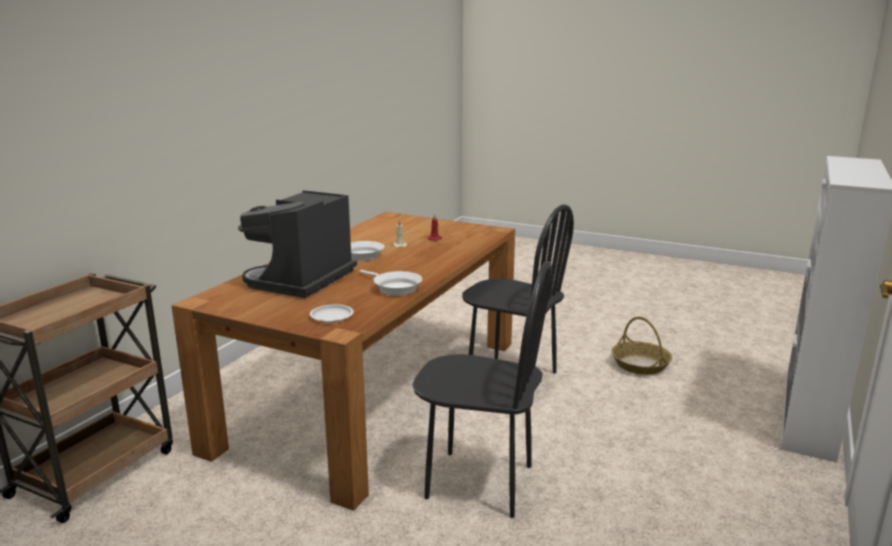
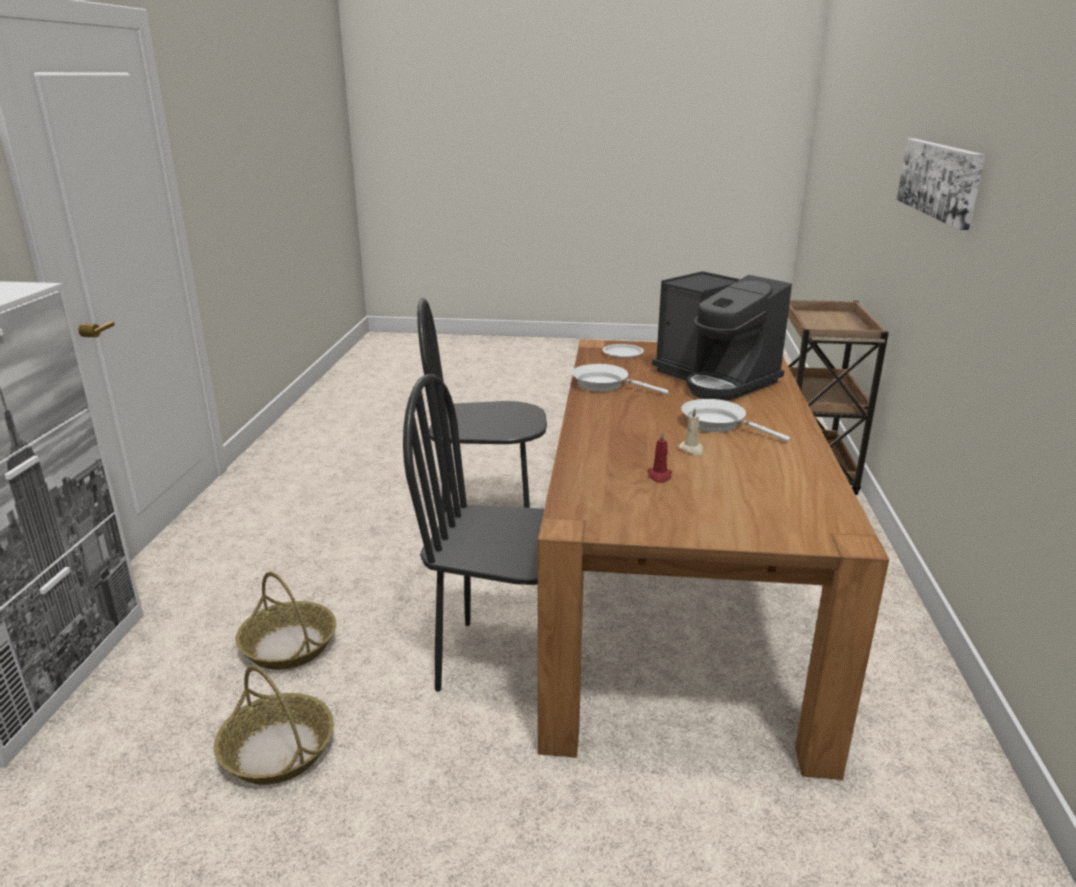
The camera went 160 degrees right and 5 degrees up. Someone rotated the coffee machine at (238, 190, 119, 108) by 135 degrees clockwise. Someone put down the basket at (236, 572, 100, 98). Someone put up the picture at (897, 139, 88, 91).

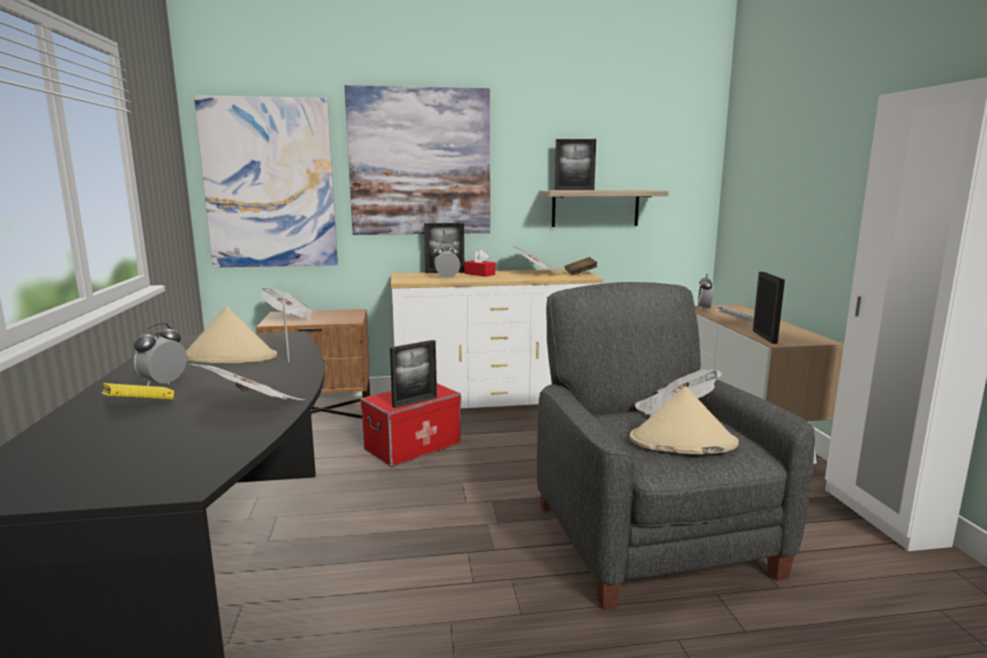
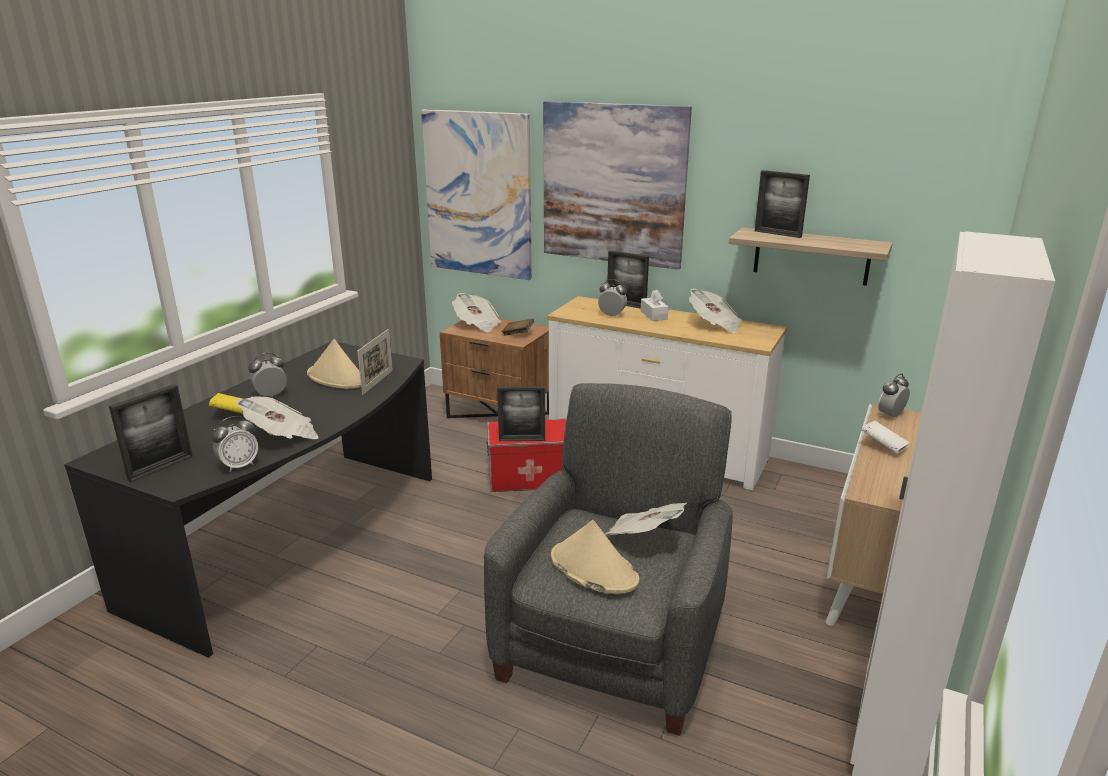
The camera went 35 degrees right and 10 degrees up. Someone repainted the tissue box (red) at (464, 250, 31, 27), which became the tissue box (white) at (641, 289, 27, 32). Someone carried the book (brown) from (565, 257, 33, 18) to (502, 318, 32, 18). Someone carried the picture frame from (753, 272, 32, 72) to (109, 384, 84, 98). Someone put down the alarm clock at (212, 416, 46, 56).

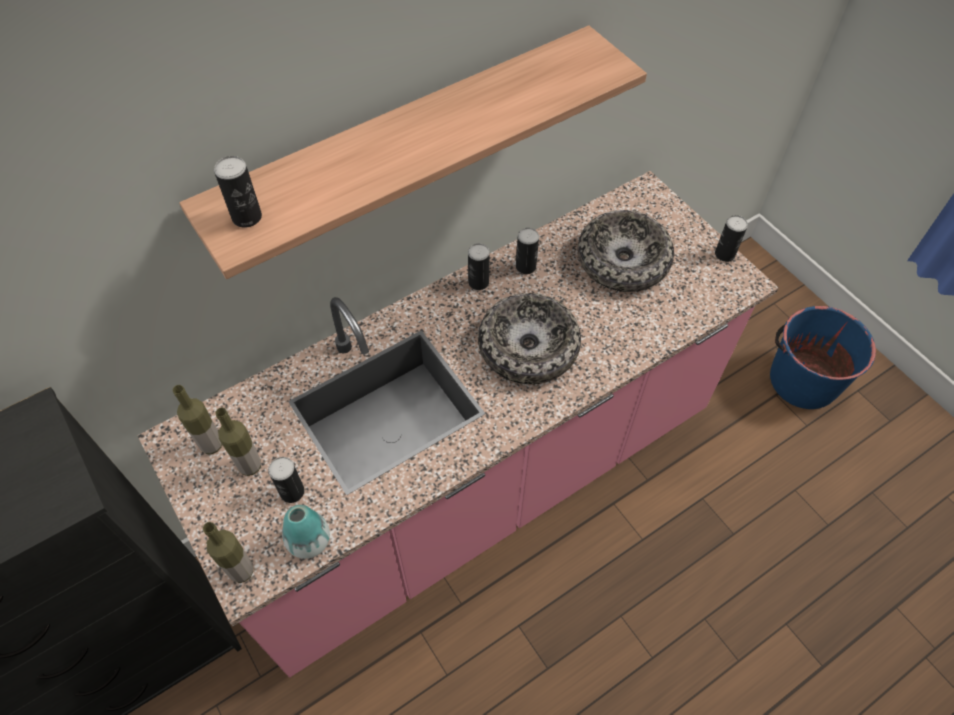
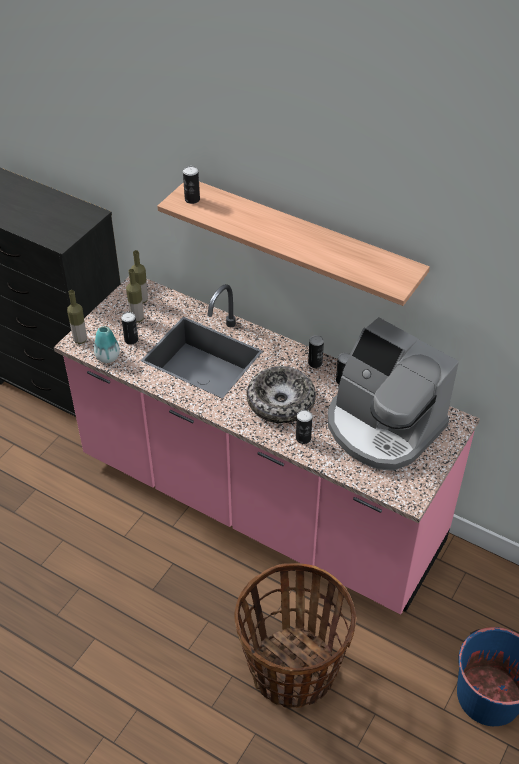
The camera went 65 degrees right and 10 degrees down. Someone swapped the bowl at (578, 210, 96, 82) for the coffee machine at (328, 317, 131, 154). Someone carried the can from (715, 215, 33, 47) to (296, 410, 16, 34). Someone put down the basket at (234, 563, 122, 145).

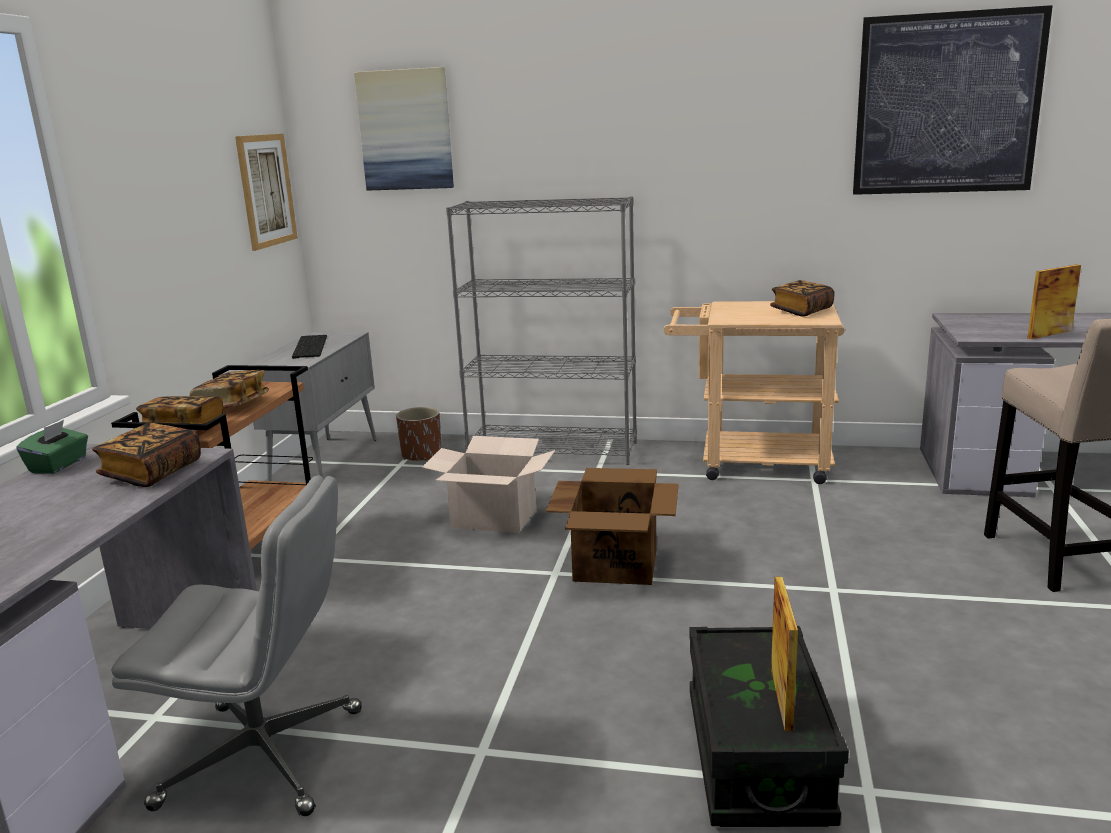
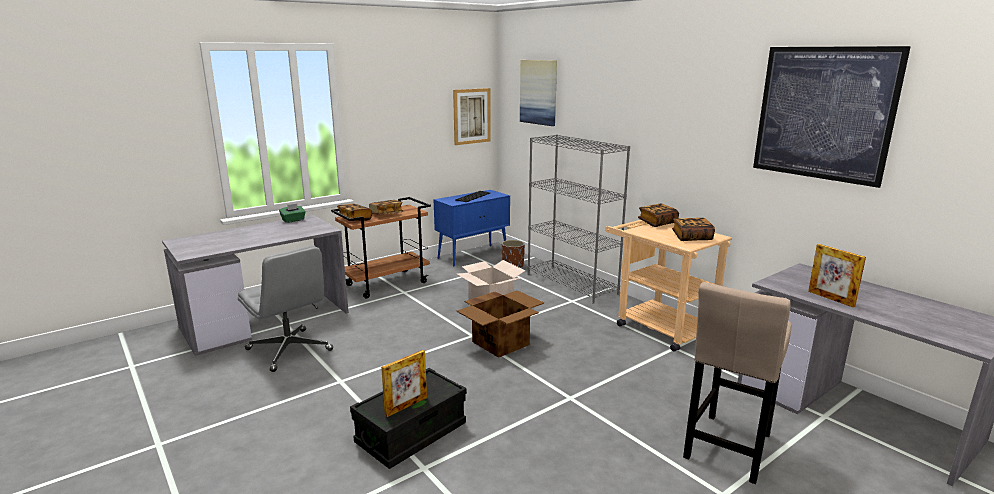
The camera went 40 degrees right and 0 degrees up. Someone carried the book from (92, 423, 109, 64) to (638, 203, 41, 24). Someone repainted the cabinet (grey) at (248, 332, 129, 149), which became the cabinet (blue) at (433, 190, 77, 77). Someone rotated the picture frame at (1028, 264, 53, 75) by 135 degrees counterclockwise.

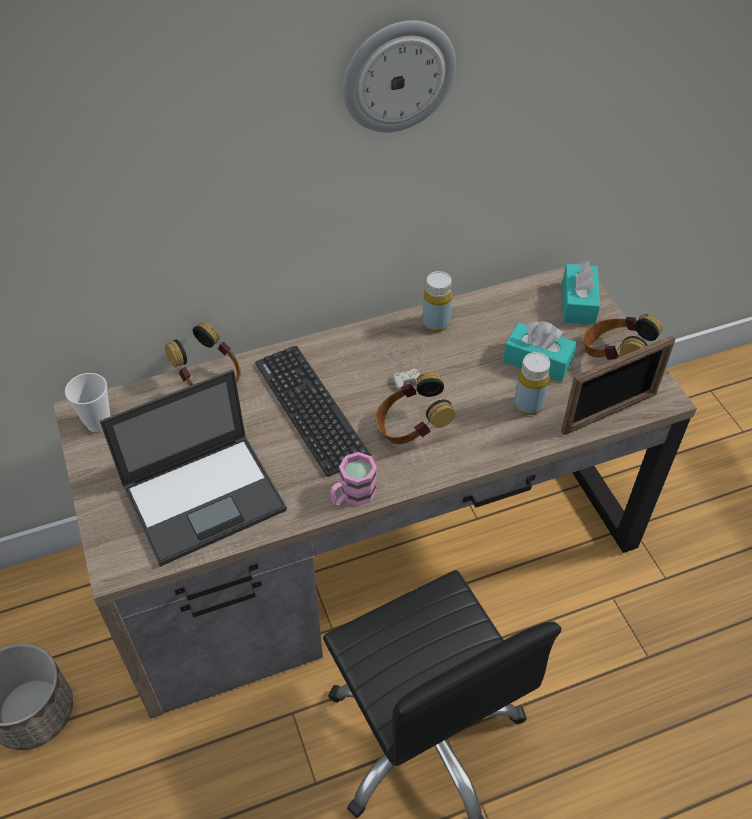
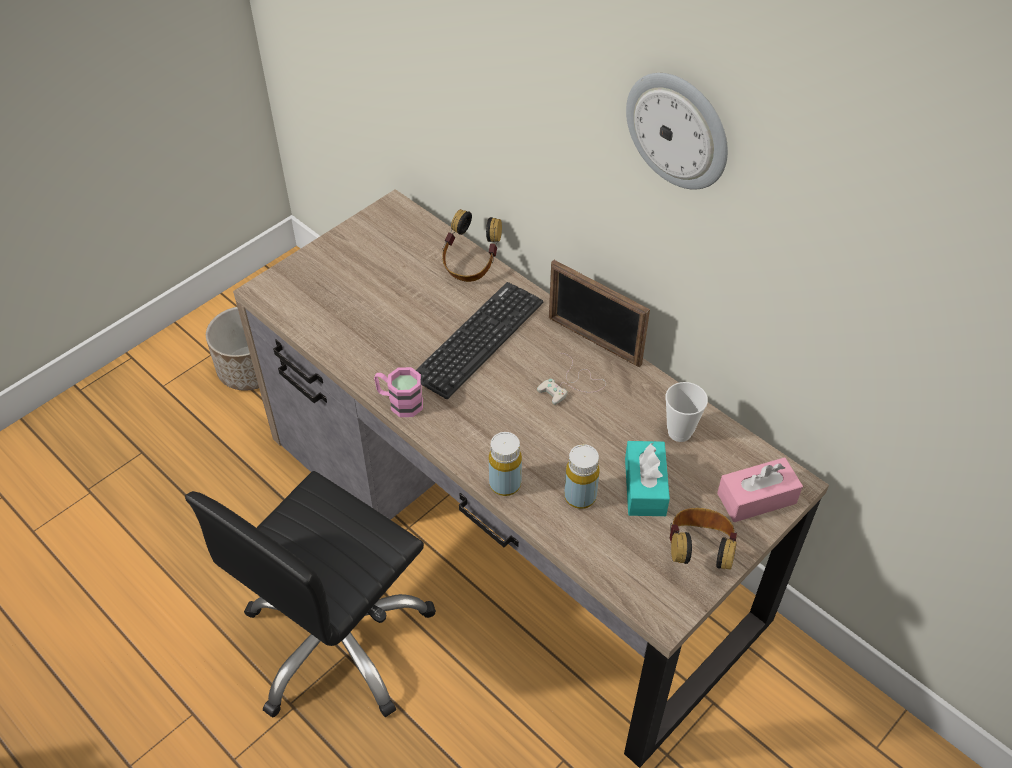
The camera went 65 degrees right and 0 degrees up. Someone carried the cup from (65, 373, 45, 59) to (665, 382, 43, 60). Someone took away the laptop at (100, 370, 187, 196). Someone took away the headphones at (375, 372, 80, 72). Someone carried the bottle (yellow) from (423, 271, 29, 61) to (489, 432, 33, 64). Someone carried the picture frame from (561, 335, 115, 100) to (549, 260, 101, 107). Someone repainted the tissue box (turquoise) at (562, 261, 38, 64), which became the tissue box (pink) at (717, 457, 86, 65).

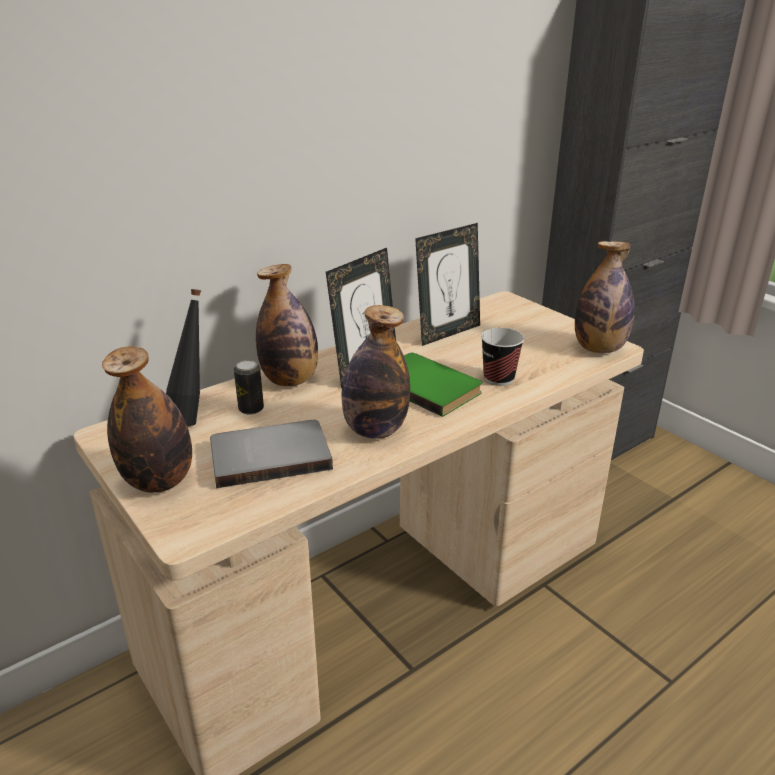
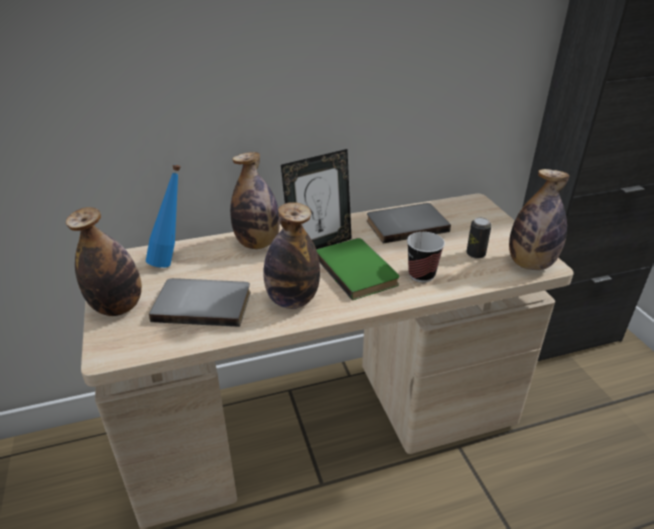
The camera went 20 degrees right and 5 degrees up. Someone repainted the bottle (black) at (166, 289, 35, 137), which became the bottle (blue) at (146, 165, 35, 103). Someone carried the can from (234, 360, 30, 55) to (466, 217, 26, 42). Someone swapped the picture frame at (415, 223, 65, 123) for the book (grey) at (367, 203, 84, 41).

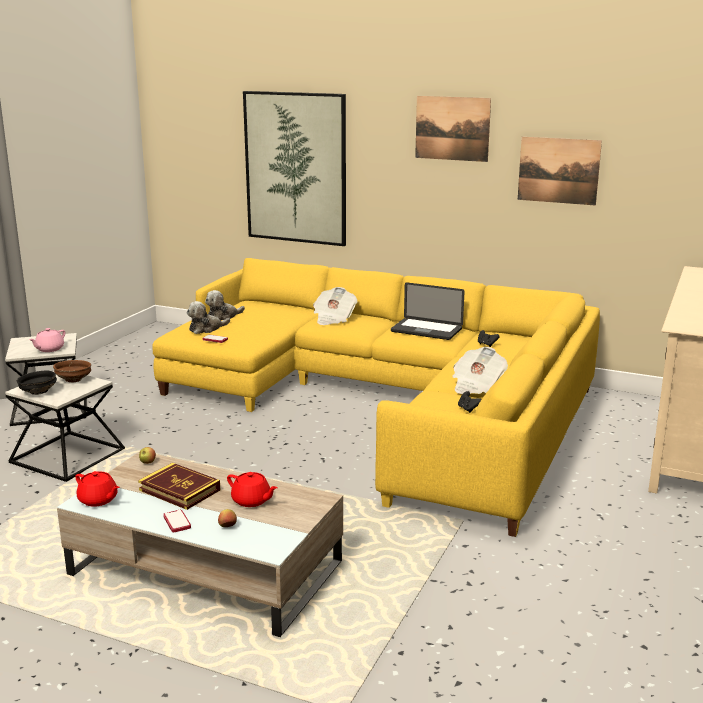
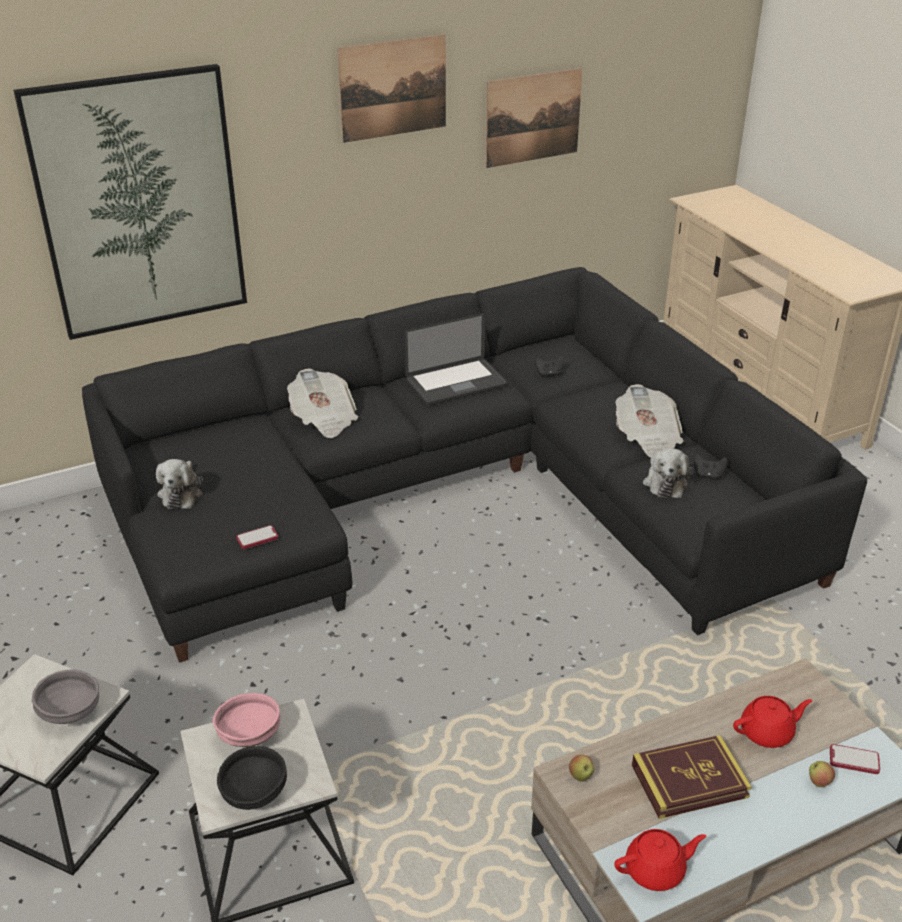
The camera went 50 degrees left and 15 degrees up. Someone swapped the teapot (pink) at (29, 328, 36, 24) for the bowl (grey) at (32, 670, 67, 54). Someone repainted the bowl (brown) at (53, 360, 38, 22), which became the bowl (pink) at (213, 693, 67, 54). Someone repainted the sofa (yellow) at (152, 258, 448, 279), which became the sofa (black) at (82, 267, 785, 396). Someone carried the phone from (163, 510, 28, 22) to (830, 744, 50, 30). Someone carried the plush toy from (187, 301, 43, 33) to (643, 448, 51, 50).

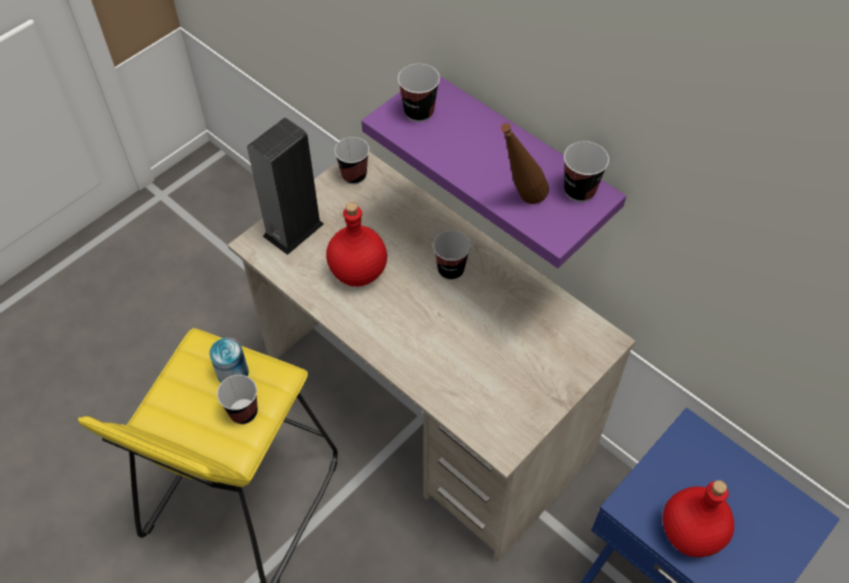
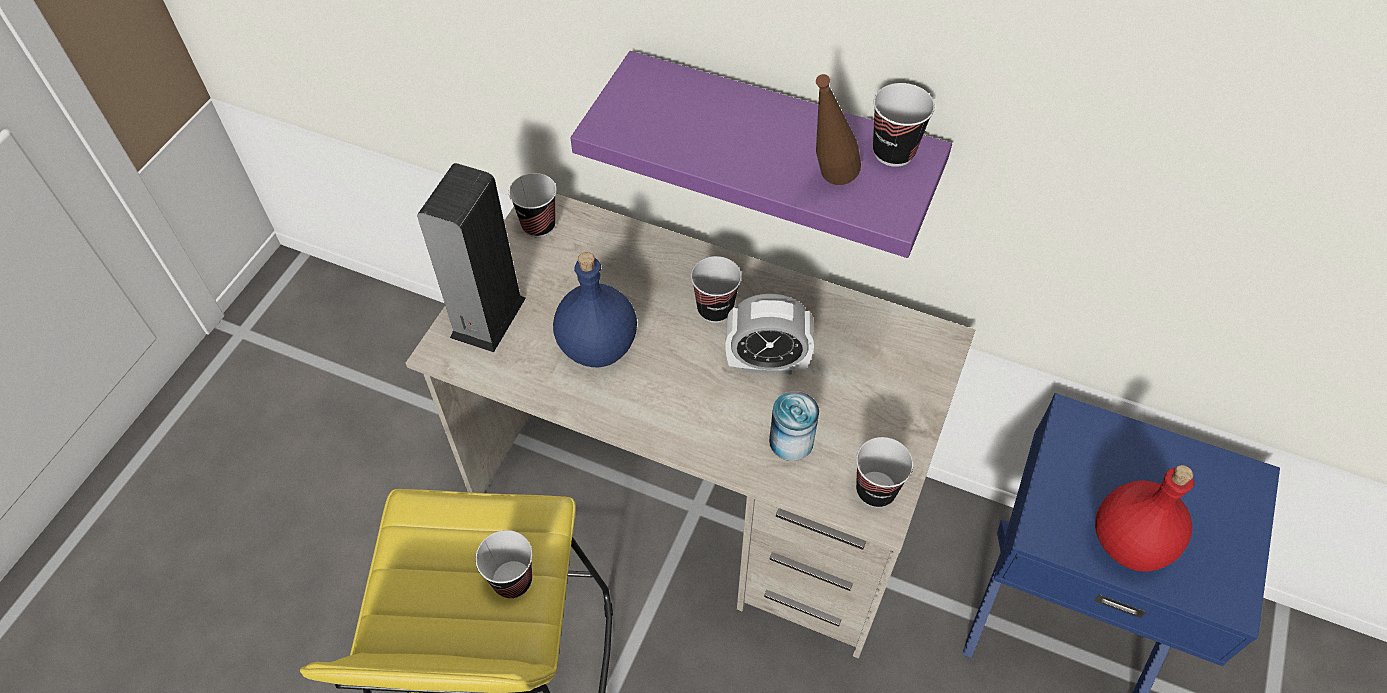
The camera went 20 degrees left and 0 degrees up. Someone carried the can from (209, 338, 40, 45) to (769, 391, 50, 70). Someone repainted the bottle (red) at (326, 202, 61, 85), which became the bottle (blue) at (553, 252, 84, 115). Someone carried the cup from (398, 64, 42, 58) to (856, 437, 57, 70). Someone put down the alarm clock at (725, 294, 89, 80).

